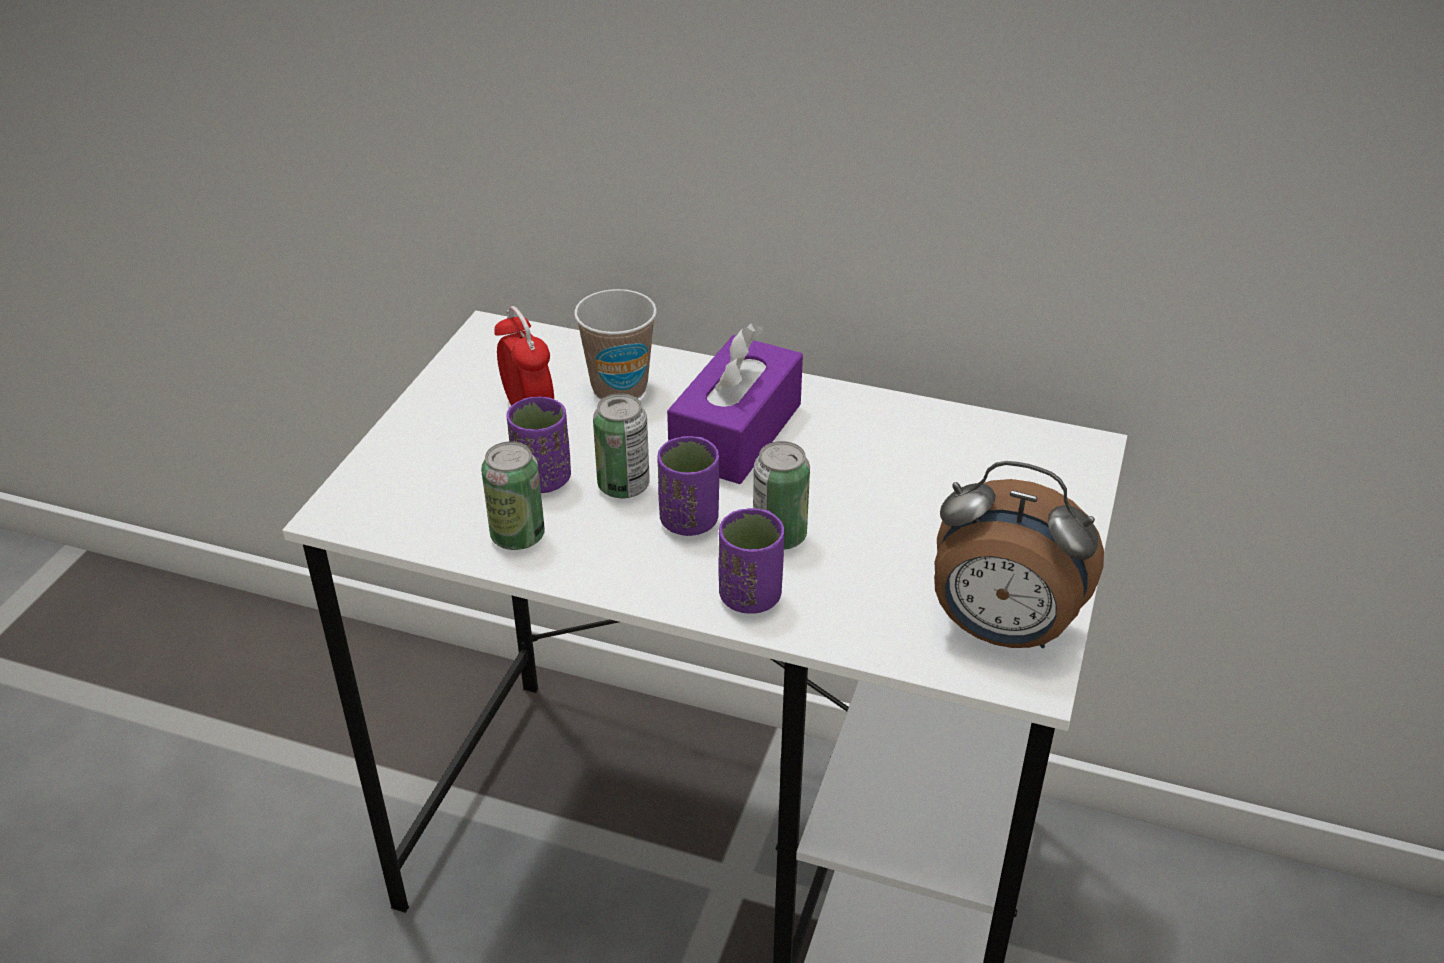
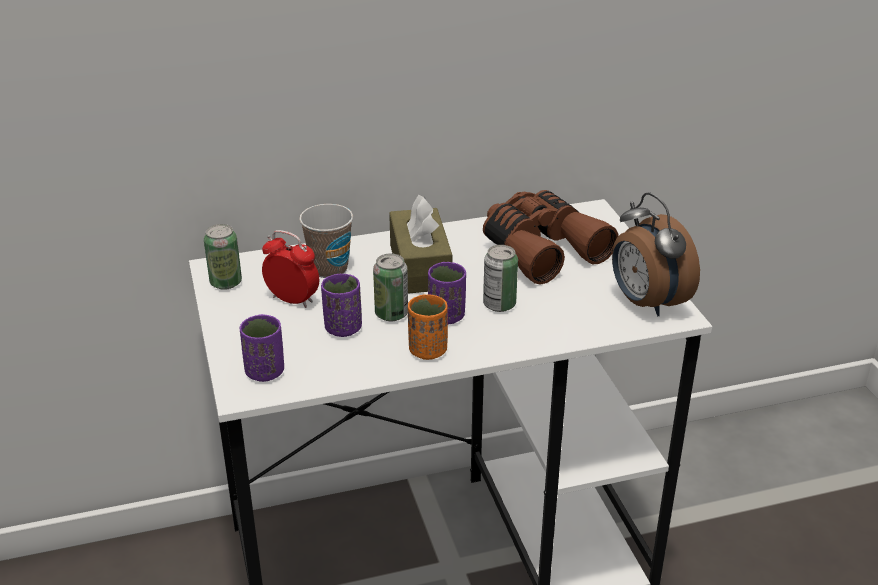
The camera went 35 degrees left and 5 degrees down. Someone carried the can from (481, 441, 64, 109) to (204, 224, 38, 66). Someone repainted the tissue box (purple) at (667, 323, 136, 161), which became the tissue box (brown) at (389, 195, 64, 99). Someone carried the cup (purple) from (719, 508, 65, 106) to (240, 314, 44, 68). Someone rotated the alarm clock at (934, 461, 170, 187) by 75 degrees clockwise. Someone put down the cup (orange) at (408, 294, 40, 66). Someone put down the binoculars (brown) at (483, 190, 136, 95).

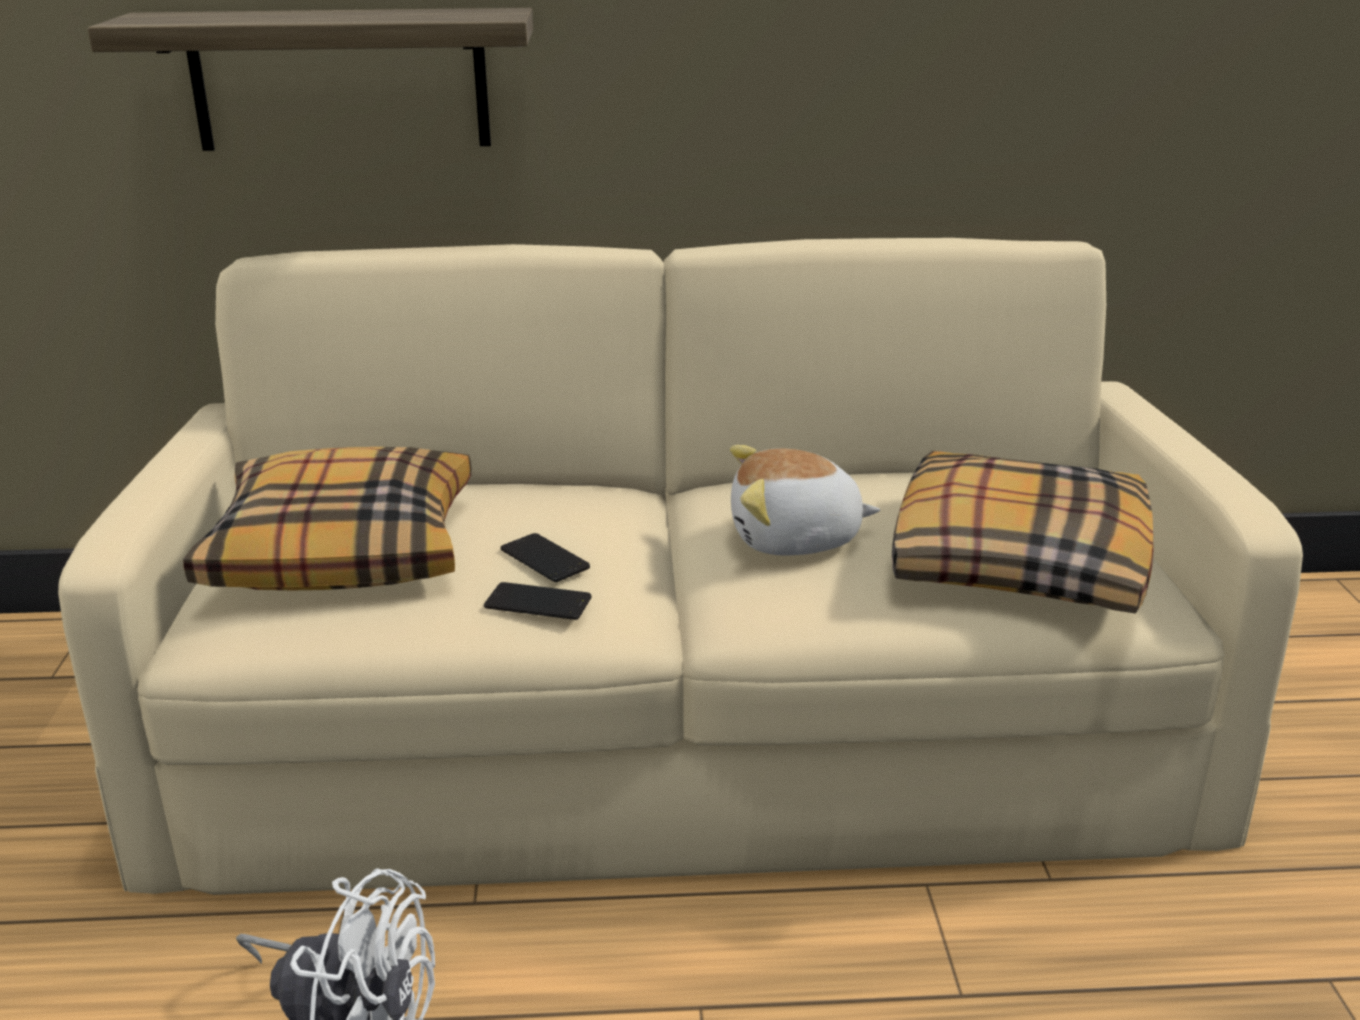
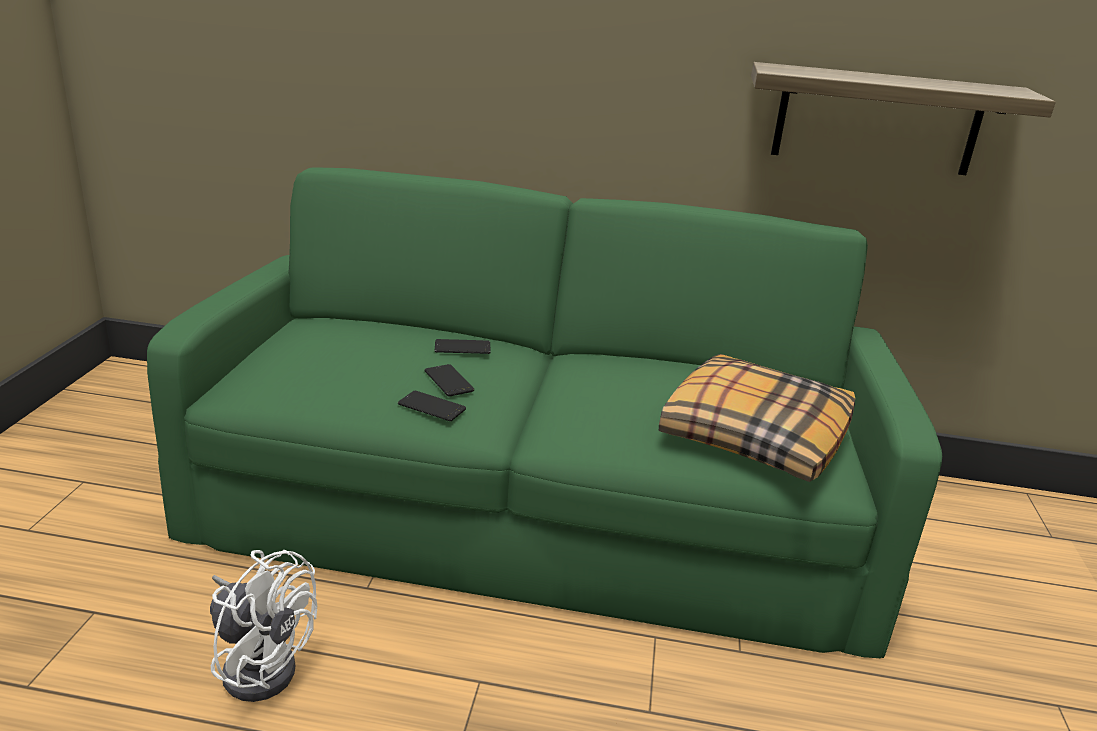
The camera went 10 degrees right and 0 degrees up. Someone repainted the sofa (beige) at (58, 238, 1245, 657), which became the sofa (green) at (147, 167, 795, 491). Someone carried the shelf from (88, 8, 445, 143) to (751, 62, 305, 113). Someone took away the pillow at (183, 447, 288, 143). Someone took away the plush toy at (730, 445, 150, 110). Someone put down the phone at (435, 339, 56, 15).

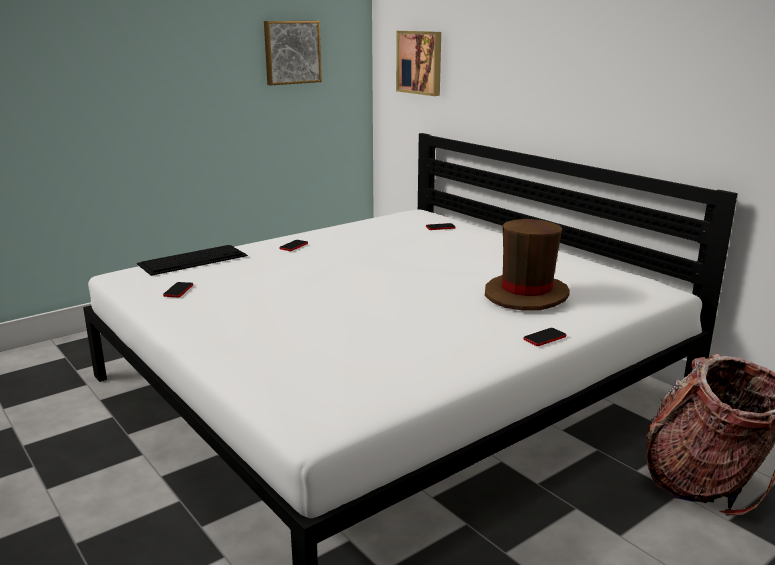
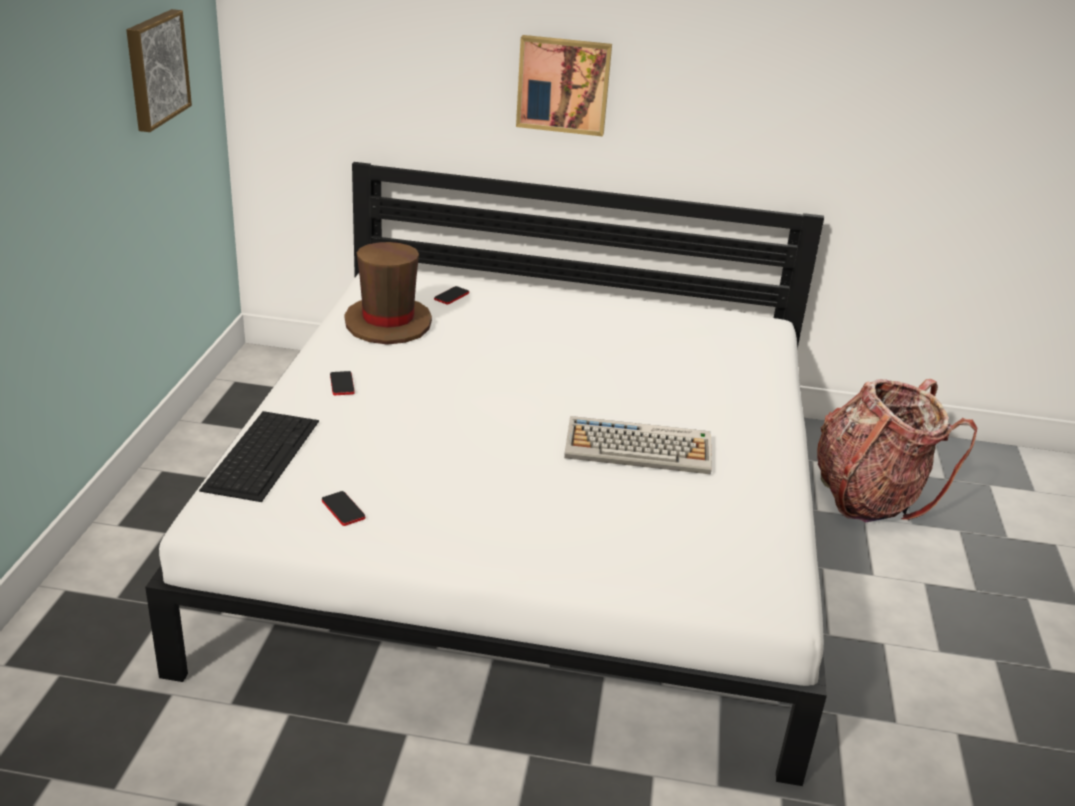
The camera went 45 degrees left and 10 degrees up. Someone carried the picture from (396, 31, 45, 65) to (516, 35, 96, 101). Someone carried the hat (brown) from (485, 219, 85, 92) to (345, 242, 87, 103). Someone took away the phone at (524, 328, 42, 18). Someone put down the keyboard at (564, 416, 148, 58).

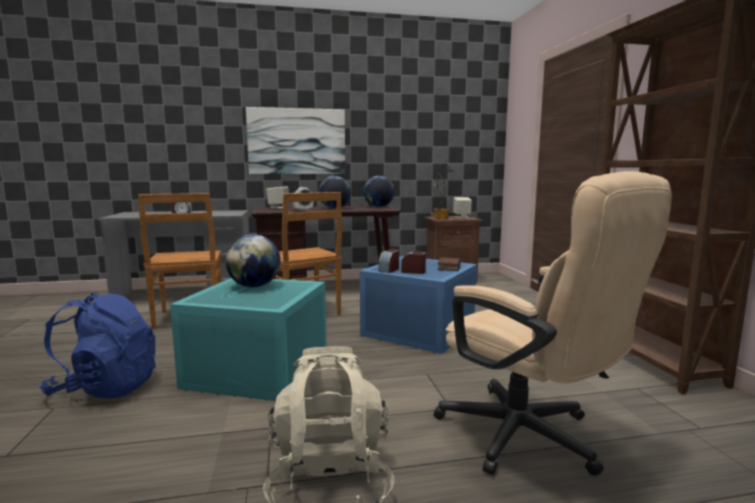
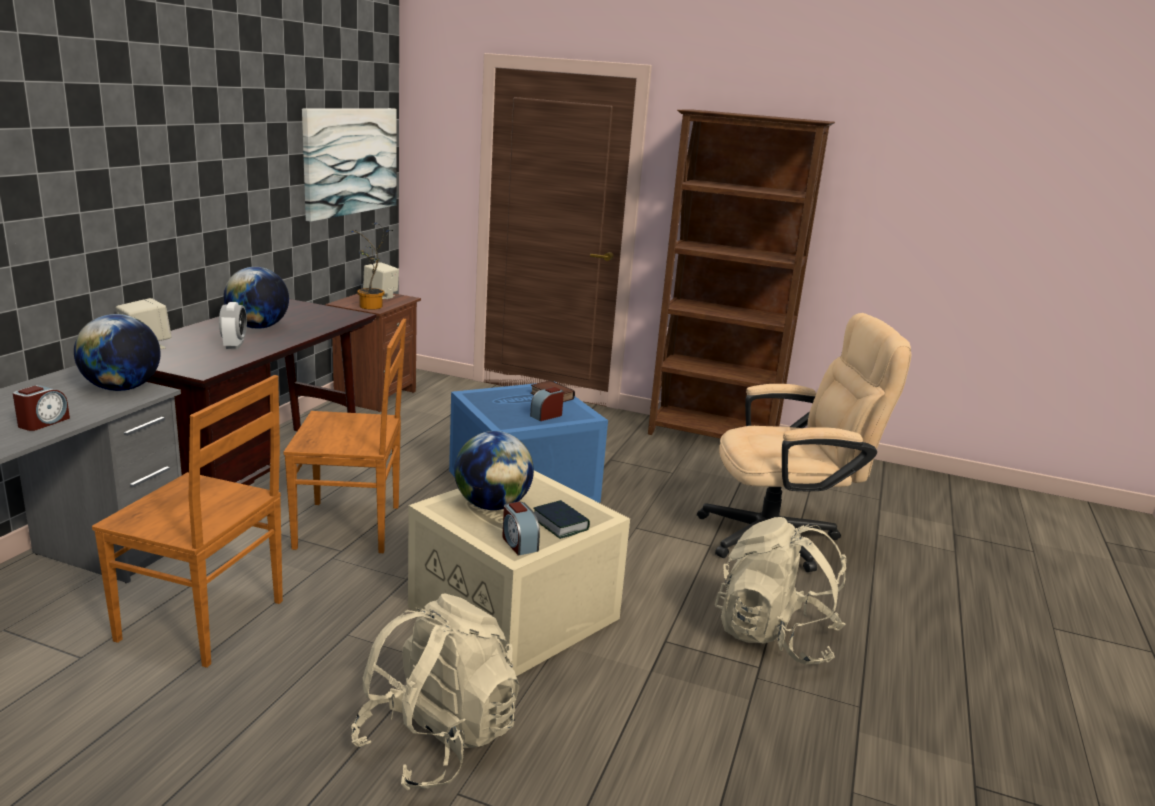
The camera went 60 degrees left and 10 degrees up. Someone repainted the backpack (blue) at (39, 293, 117, 106), which became the backpack (beige) at (351, 593, 169, 197). Someone repainted the storage box (turquoise) at (170, 278, 157, 123), which became the storage box (beige) at (408, 471, 222, 205). Someone carried the picture from (246, 107, 99, 67) to (302, 108, 95, 114). Someone carried the globe from (363, 176, 32, 31) to (74, 314, 87, 77). Someone carried the alarm clock from (379, 249, 20, 24) to (502, 502, 38, 54). Someone put down the book at (533, 500, 57, 39).

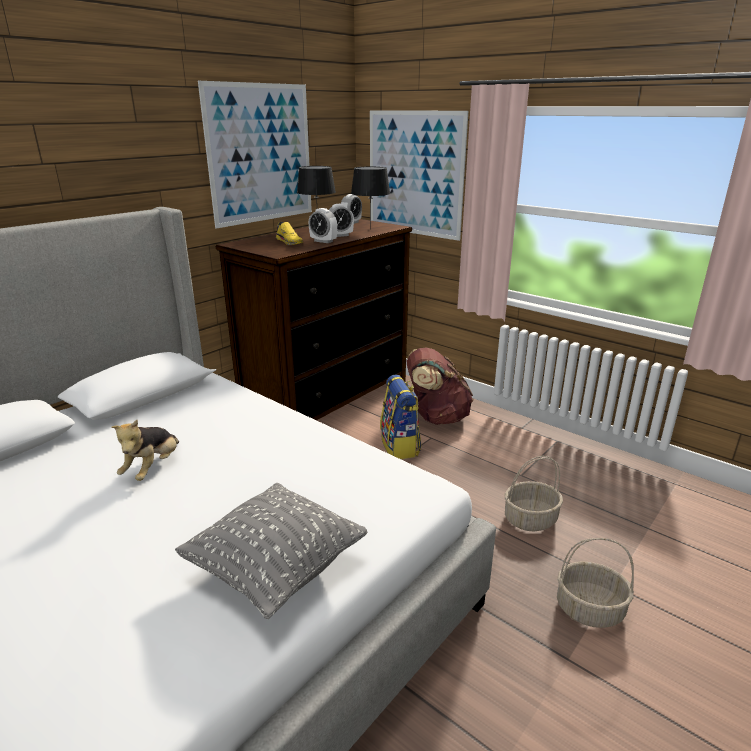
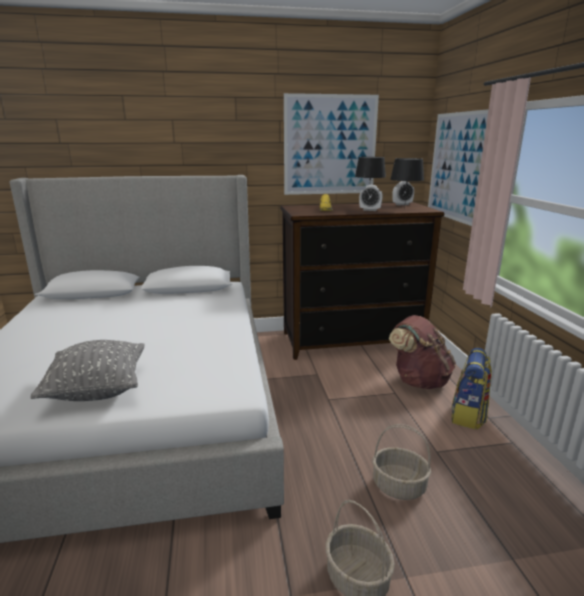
The camera went 40 degrees right and 5 degrees down. Someone took away the plush toy at (111, 420, 68, 61). Someone took away the alarm clock at (309, 208, 28, 35). Someone carried the backpack from (380, 375, 41, 84) to (451, 348, 41, 81).

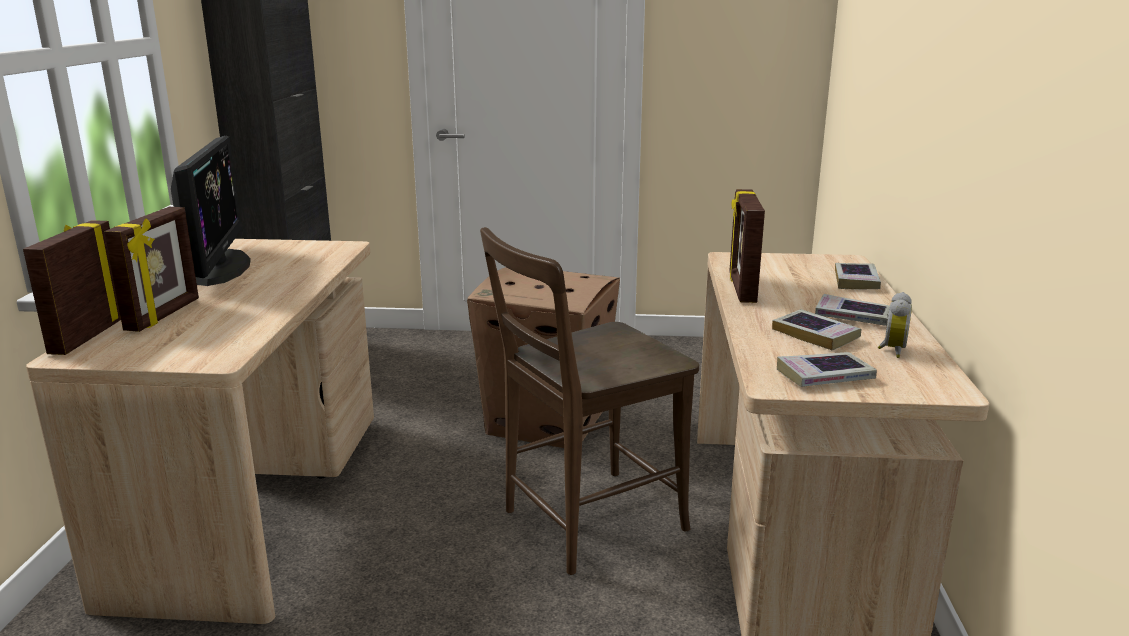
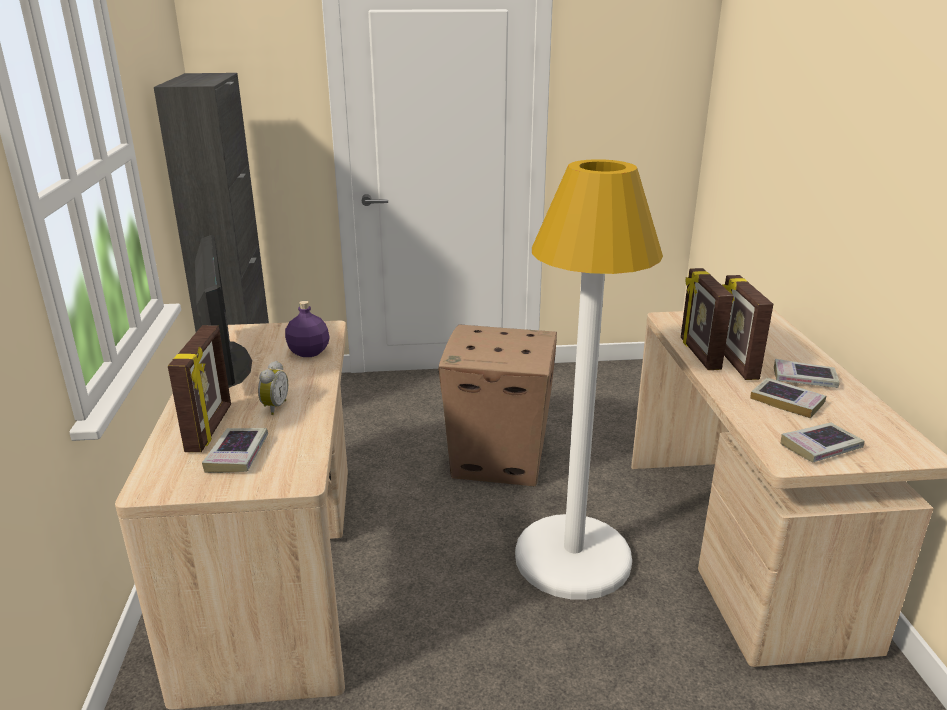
The camera went 10 degrees left and 5 degrees up. Someone carried the picture frame from (23, 220, 98, 135) to (722, 275, 51, 105). Someone swapped the chair (brown) at (480, 227, 219, 348) for the floor lamp (white) at (515, 159, 148, 441). Someone carried the book from (835, 263, 46, 26) to (202, 428, 66, 45). Someone carried the alarm clock from (878, 292, 34, 66) to (258, 361, 30, 54). Someone put down the bottle (purple) at (285, 301, 45, 56).

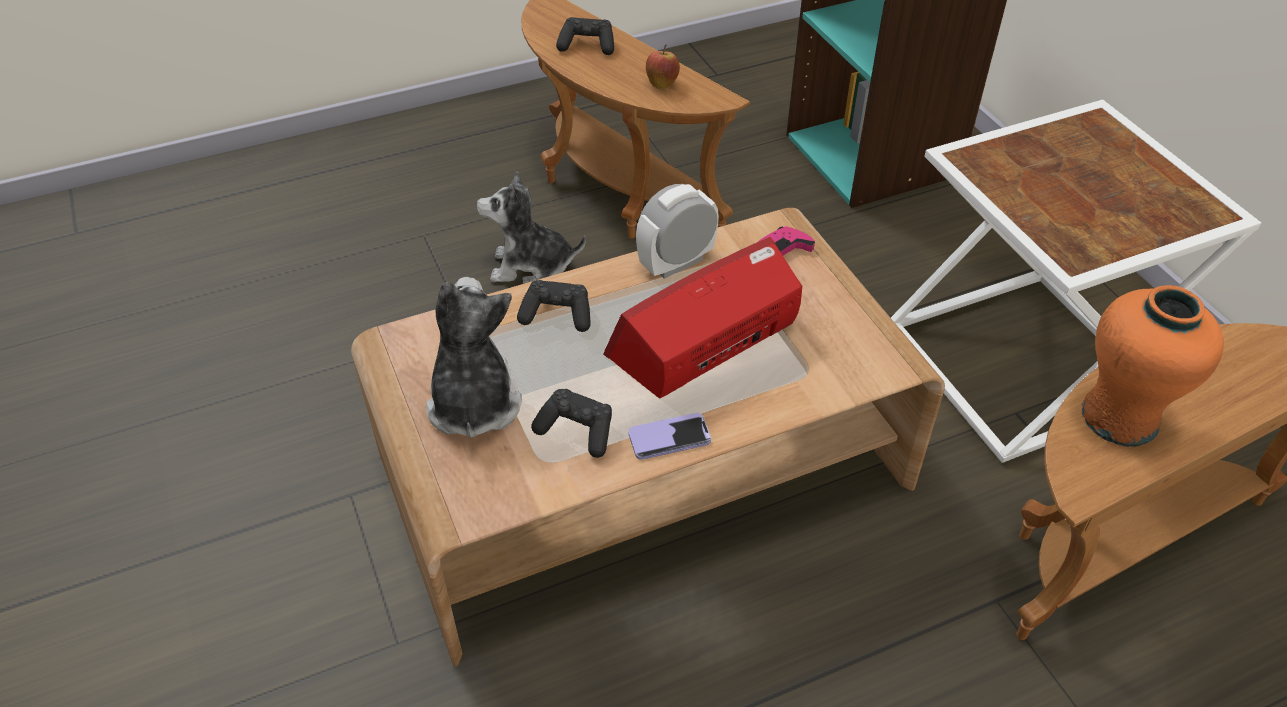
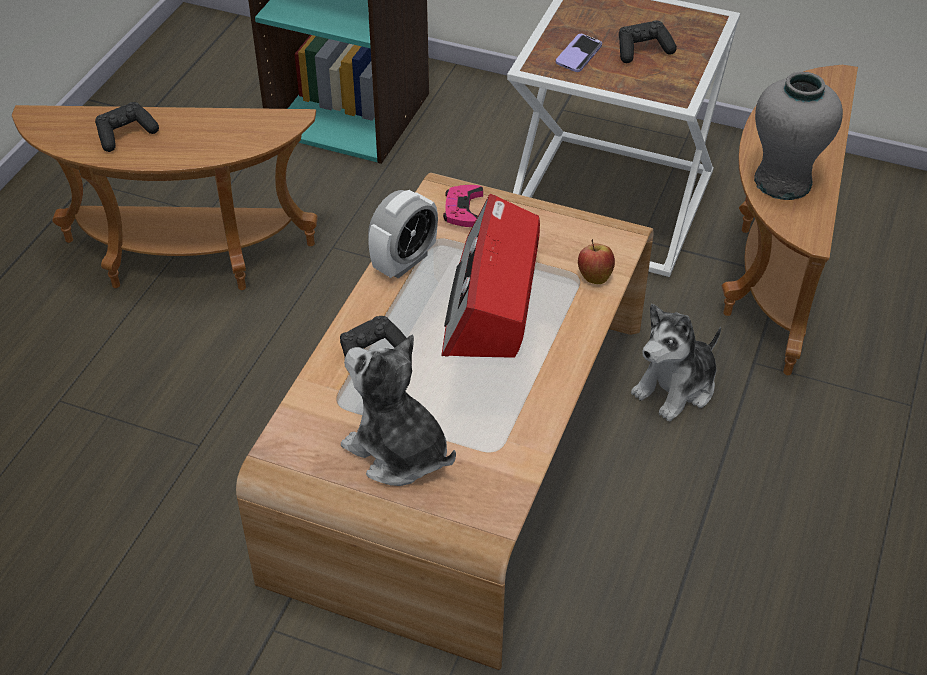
The camera went 45 degrees left and 0 degrees up. Someone carried the plush toy from (477, 171, 109, 113) to (631, 304, 90, 117). Someone carried the game controller (black) from (531, 389, 81, 69) to (619, 20, 58, 43). Someone carried the phone from (629, 413, 82, 47) to (556, 34, 46, 38). Someone rotated the alarm clock at (636, 184, 83, 95) by 150 degrees counterclockwise. Someone carried the apple from (646, 45, 34, 44) to (578, 239, 37, 45). Someone repainted the vase (orange) at (1081, 285, 143, 162), which became the vase (grey) at (754, 72, 89, 128).

